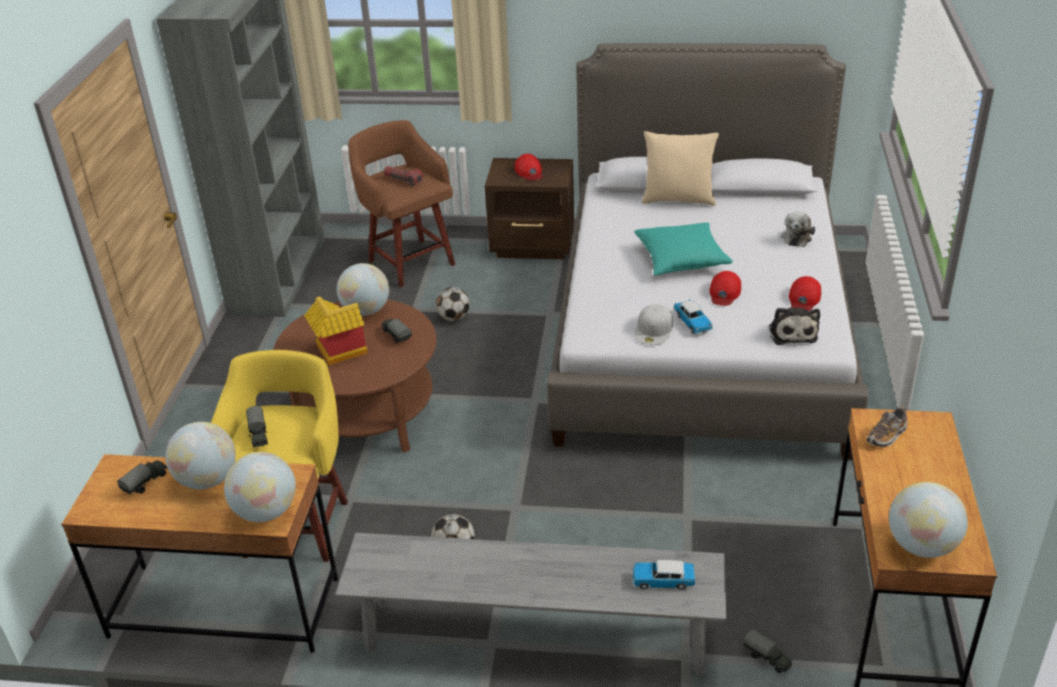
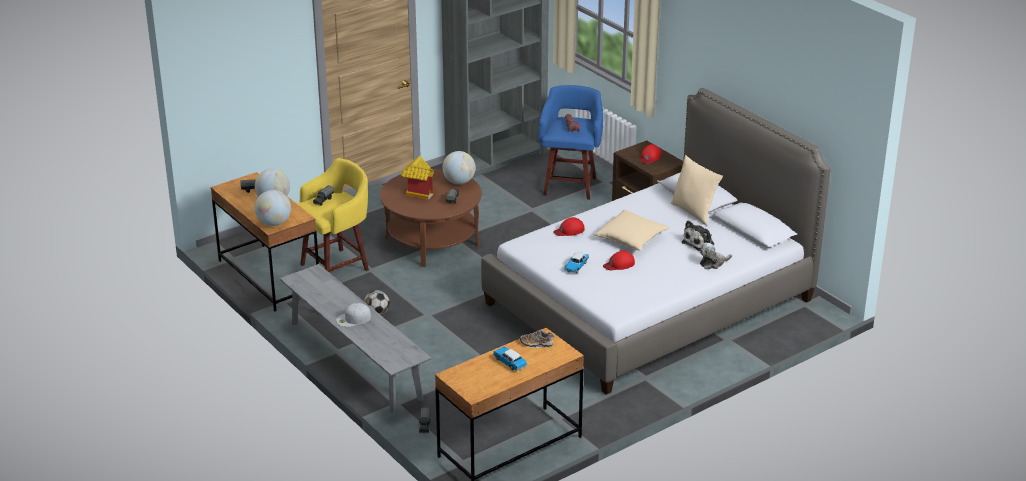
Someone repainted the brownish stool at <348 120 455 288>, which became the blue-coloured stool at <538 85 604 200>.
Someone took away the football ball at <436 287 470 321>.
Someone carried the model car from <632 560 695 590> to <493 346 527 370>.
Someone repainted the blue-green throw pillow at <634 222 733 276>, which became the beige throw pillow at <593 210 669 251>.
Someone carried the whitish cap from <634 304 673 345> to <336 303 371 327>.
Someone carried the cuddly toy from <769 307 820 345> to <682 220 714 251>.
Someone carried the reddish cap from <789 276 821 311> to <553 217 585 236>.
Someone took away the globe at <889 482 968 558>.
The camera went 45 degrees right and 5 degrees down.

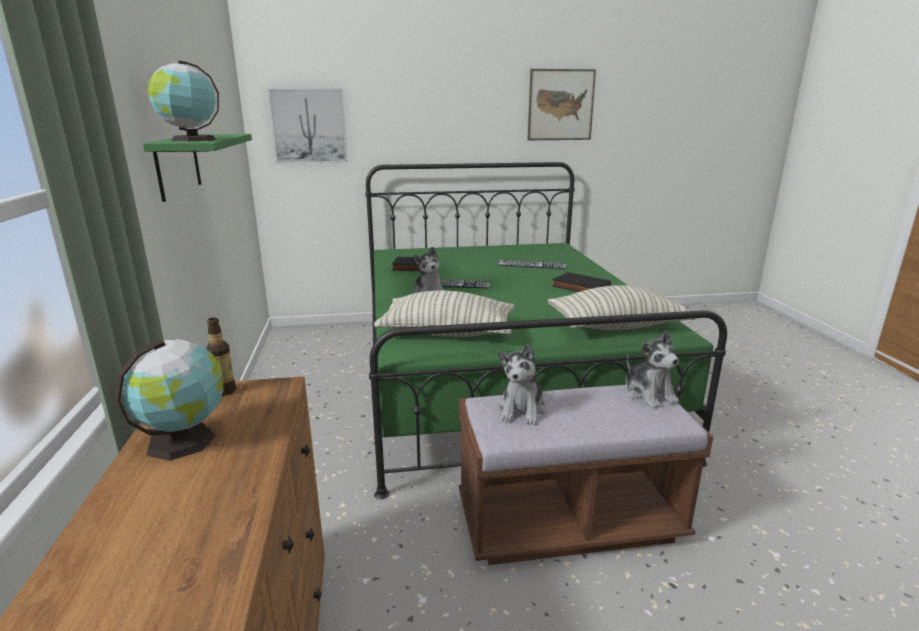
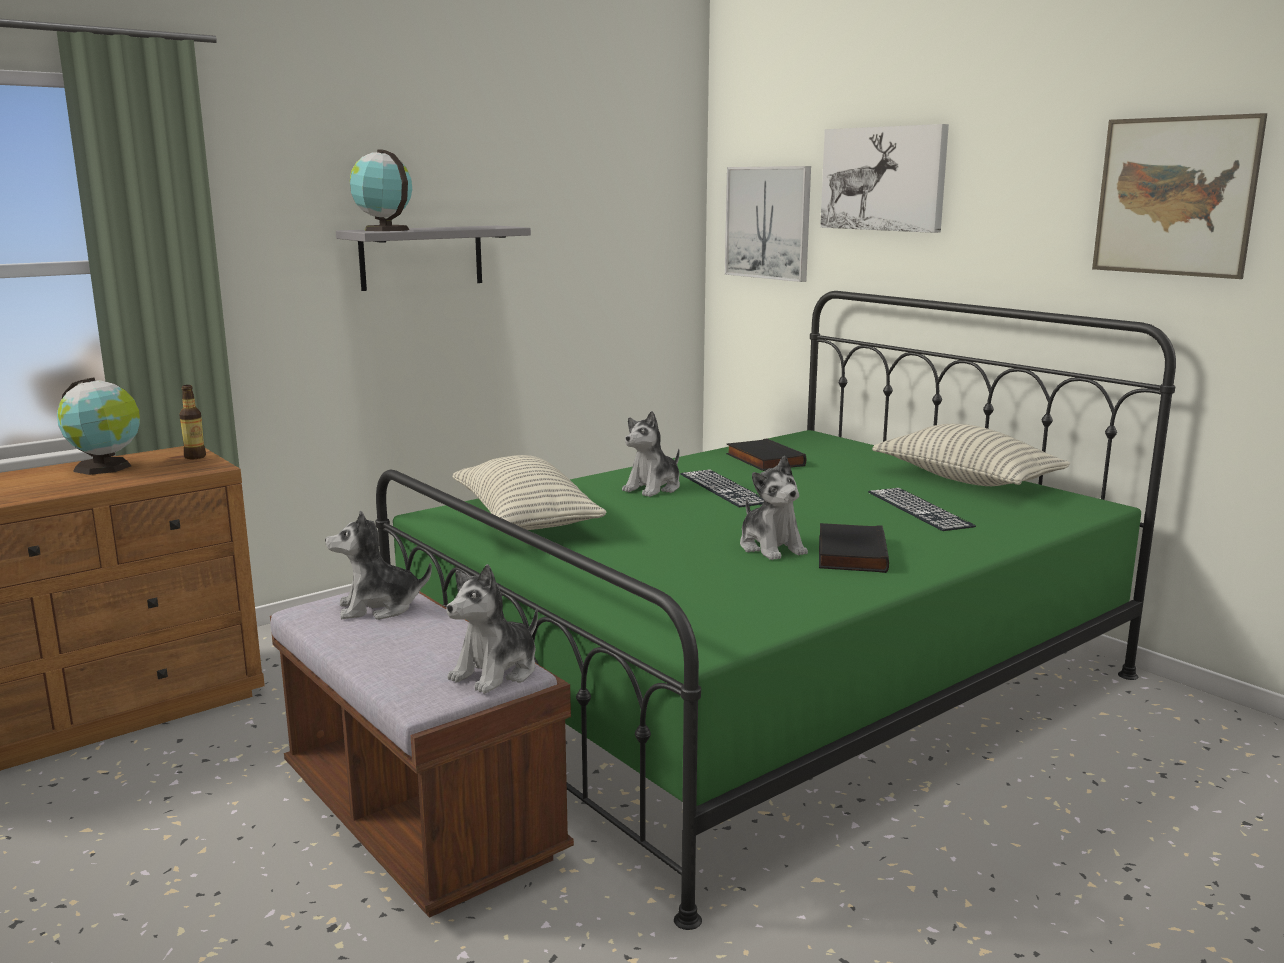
Someone repainted the green wall shelf at <143 134 252 202>, which became the grey wall shelf at <336 226 531 291>.
Someone carried the throw pillow from <548 285 696 330> to <872 424 1070 486>.
Someone put down the cuddly toy at <740 456 808 560>.
Someone put up the wall picture at <820 124 949 233>.
The camera went 60 degrees right and 5 degrees down.

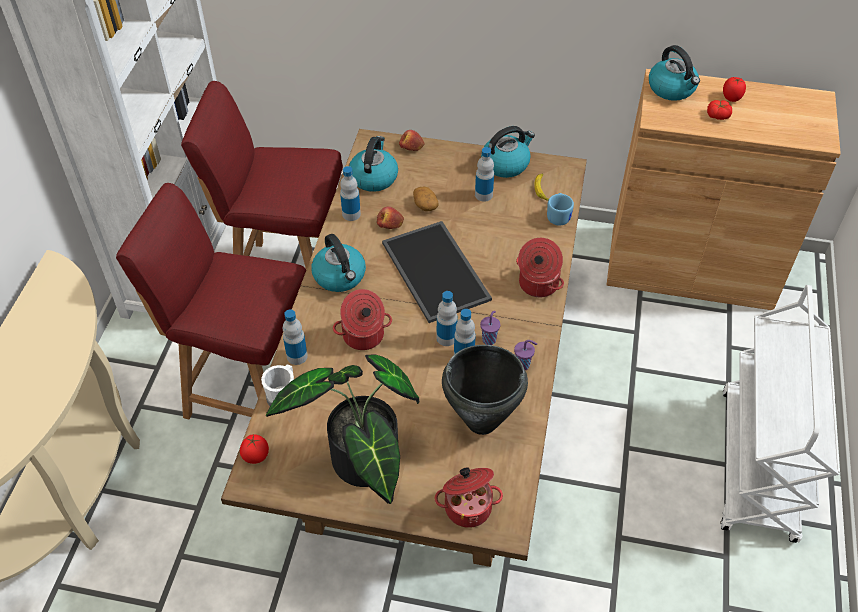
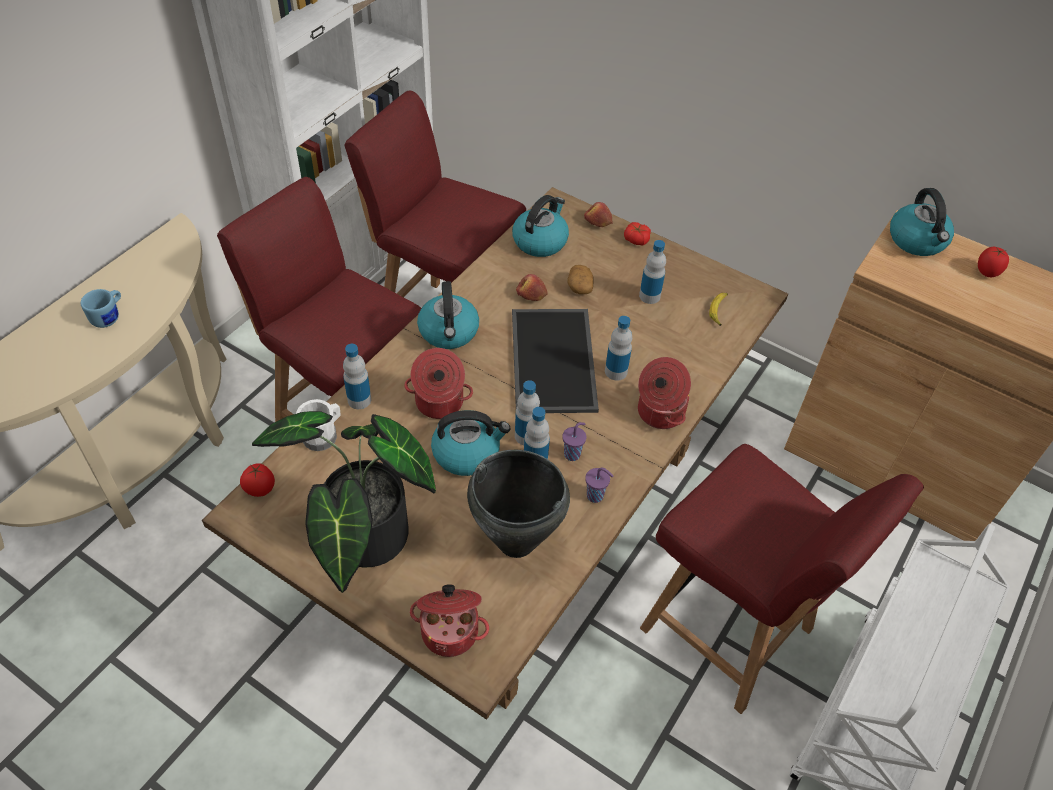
Someone carried the drink bottle from <340 166 361 221> to <605 316 632 381>.
Someone carried the water kettle from <481 126 535 178> to <431 410 510 476>.
Someone carried the blue-coloured coffee mug from <547 193 574 226> to <81 289 121 328>.
Someone carried the tomato from <707 100 732 120> to <624 222 651 245>.
Someone put down the reddish chair at <640 444 924 714>.
The camera went 20 degrees right and 0 degrees up.

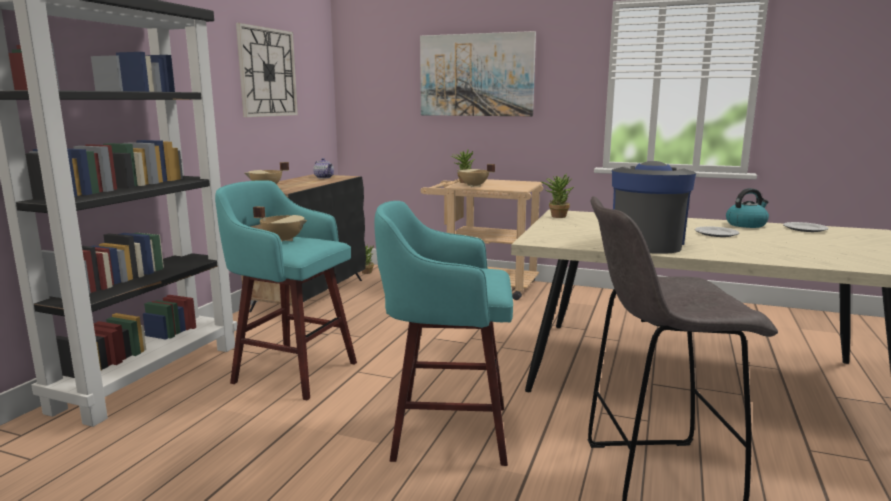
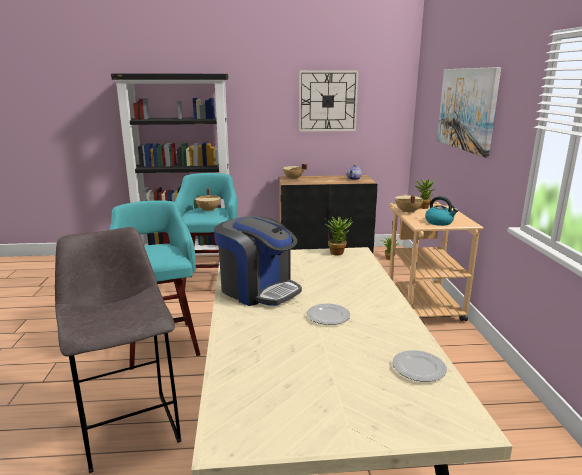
Someone rotated the coffee maker at <612 161 696 254> by 45 degrees clockwise.
Someone carried the water kettle from <726 188 769 228> to <425 196 459 226>.
The camera went 65 degrees right and 5 degrees up.

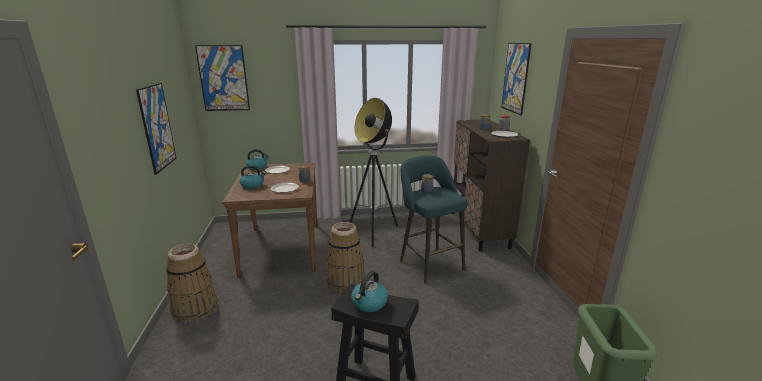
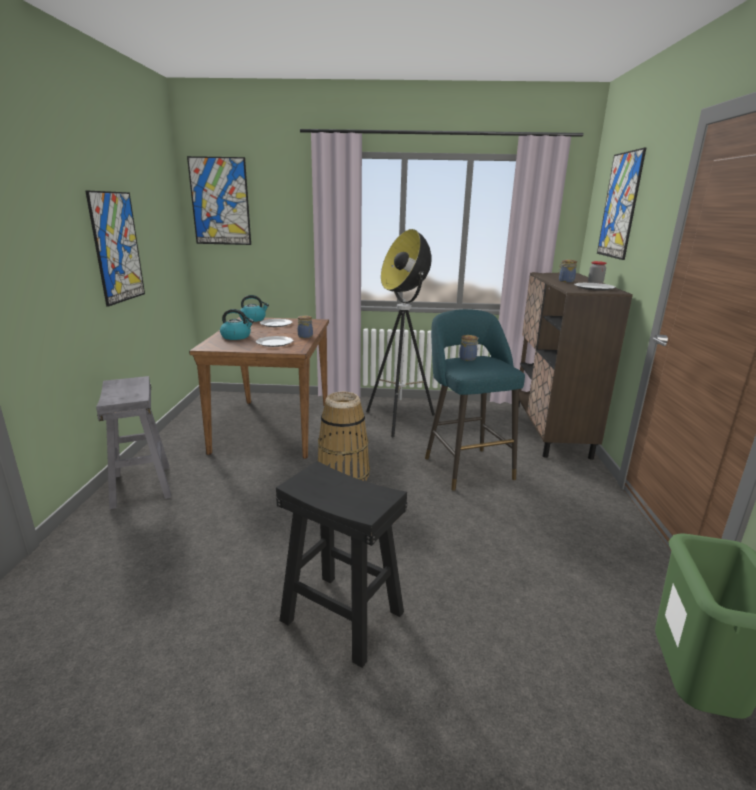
Someone swapped the storage basket at <166 244 218 323> for the grey stool at <96 376 171 509>.
Someone took away the water kettle at <351 271 388 312>.
The camera went 10 degrees right and 0 degrees up.

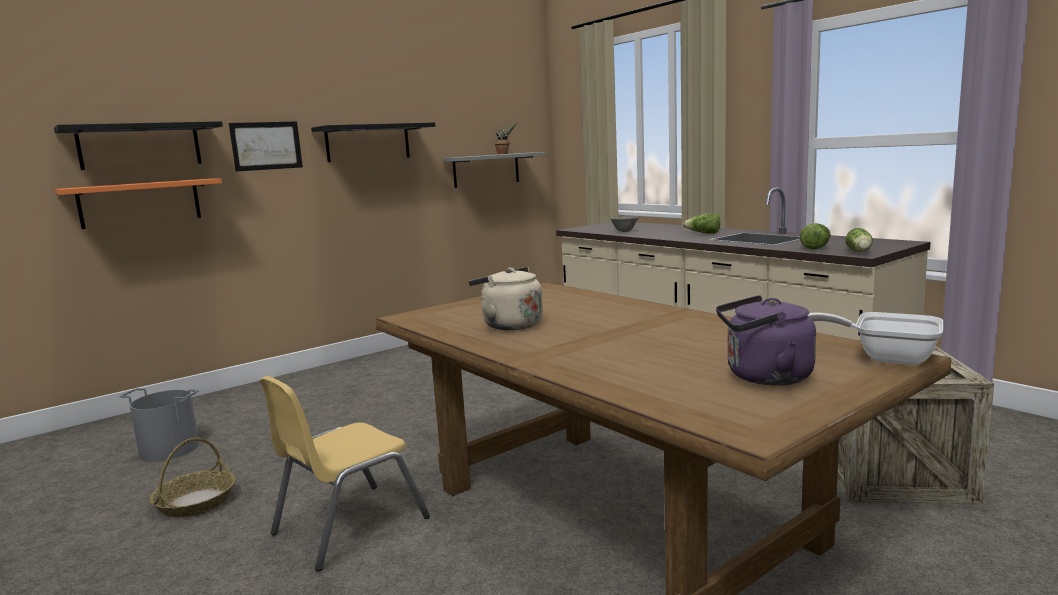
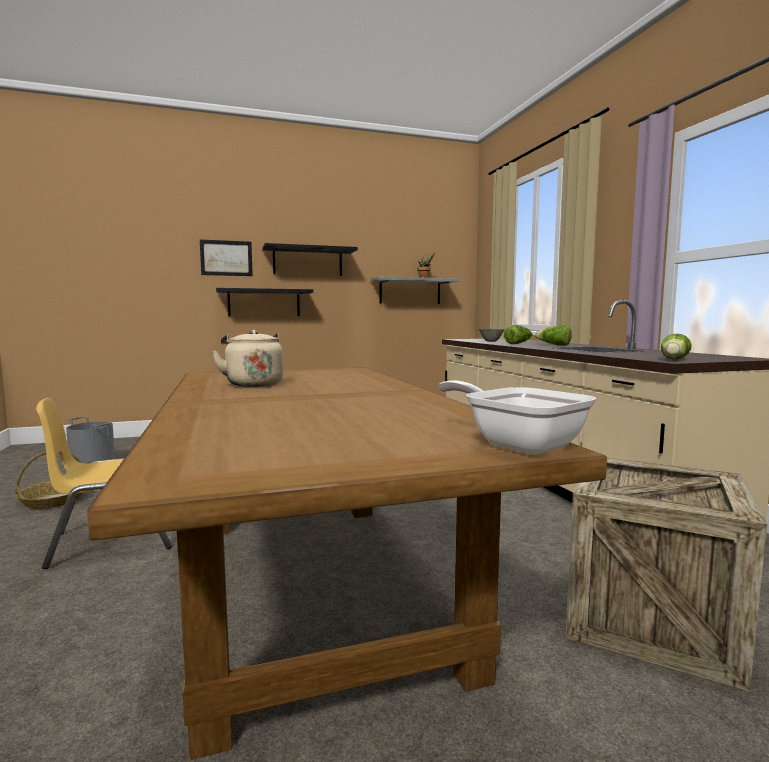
Someone carried the blackish wall shelf from <54 121 223 170> to <216 288 313 316>.
Someone took away the orange-coloured wall shelf at <55 178 222 229>.
Someone took away the purple water kettle at <716 295 816 386>.
Someone carried the lettuce head from <800 223 831 249> to <504 325 533 344>.
The camera went 20 degrees right and 5 degrees down.

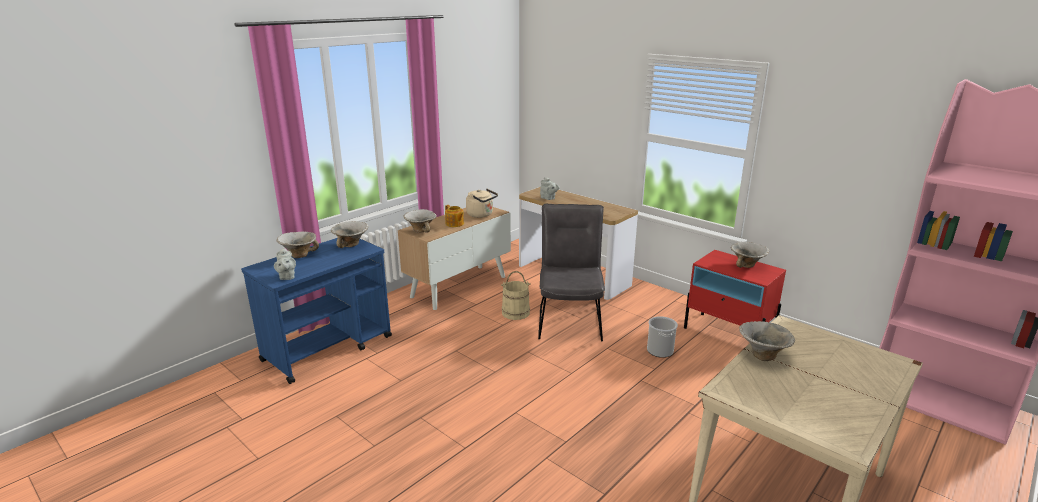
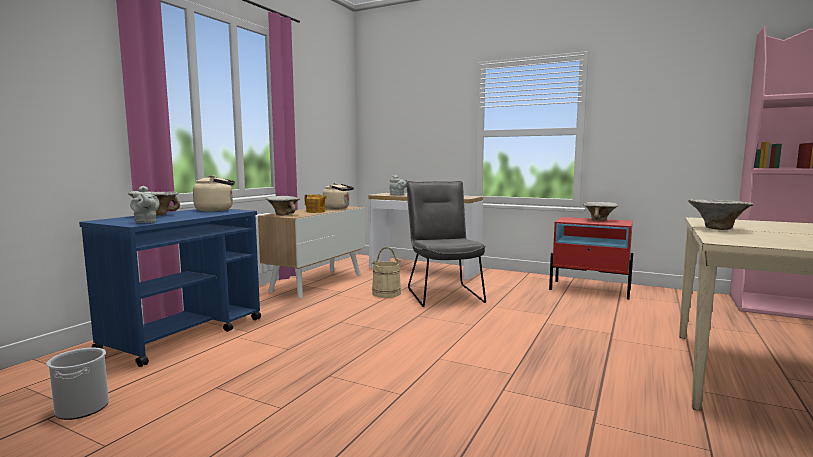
Someone swapped the deep dish at <331 221 369 248> for the beige water kettle at <193 175 235 212>.
Someone carried the pail from <647 316 678 358> to <47 348 109 420>.
The camera went 15 degrees left and 15 degrees down.

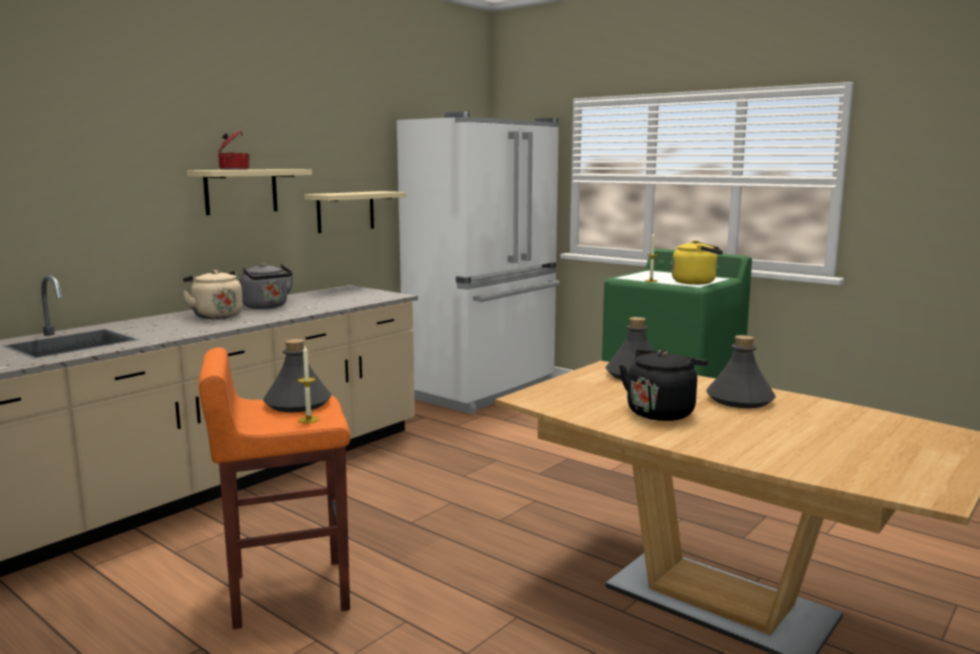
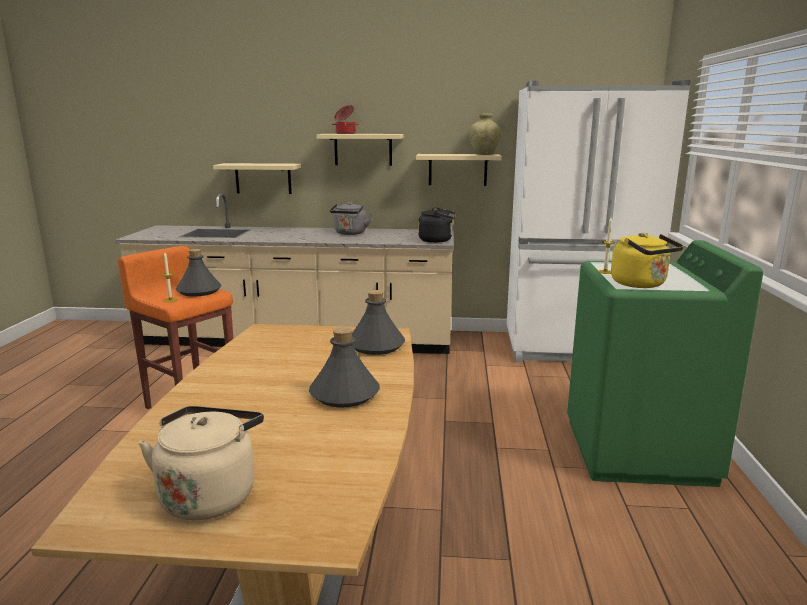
Someone carried the beige water kettle from <182 270 243 319> to <138 406 264 520>.
Someone carried the blackish water kettle from <619 349 708 421> to <418 207 455 243>.
Someone put up the beige wall shelf at <213 163 301 194>.
Someone put down the beige flower vase at <469 113 501 155>.
The camera went 55 degrees right and 5 degrees up.

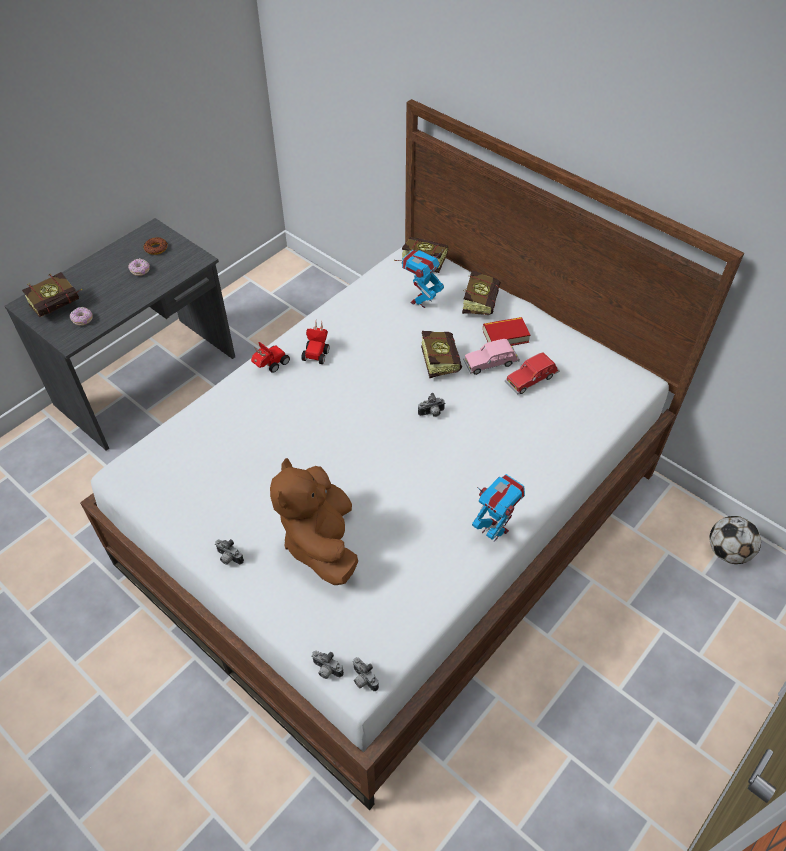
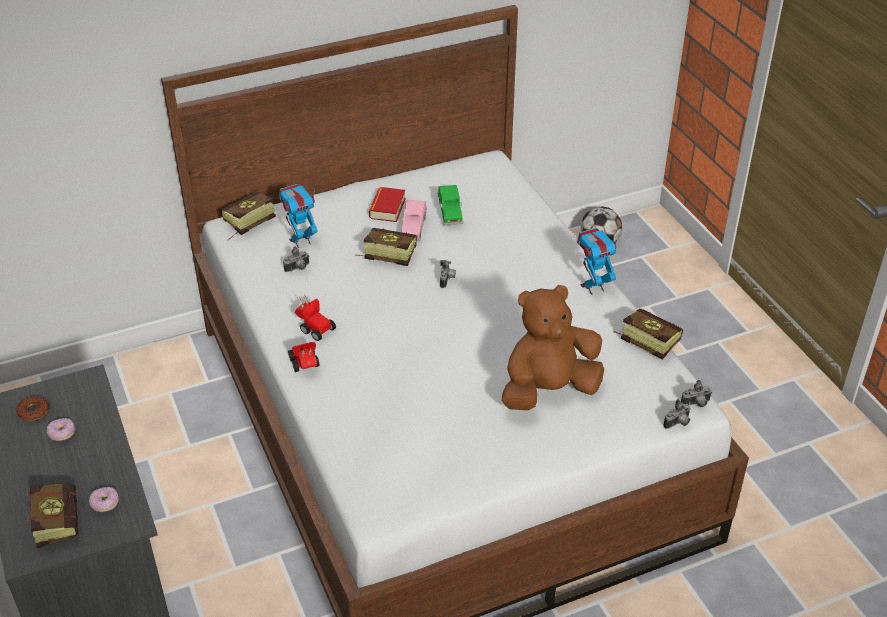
Someone carried the still camera from <215 539 244 565> to <283 246 309 272>.
Someone rotated the brownish cuddly toy at <270 458 358 585> by 135 degrees clockwise.
Someone rotated the robot figure at <402 250 444 308> by 90 degrees clockwise.
Someone carried the volume from <462 270 501 315> to <613 309 683 360>.
Someone repainted the reddish model car at <505 353 560 395>, which became the green model car at <437 185 463 225>.
The camera went 65 degrees left and 10 degrees down.

